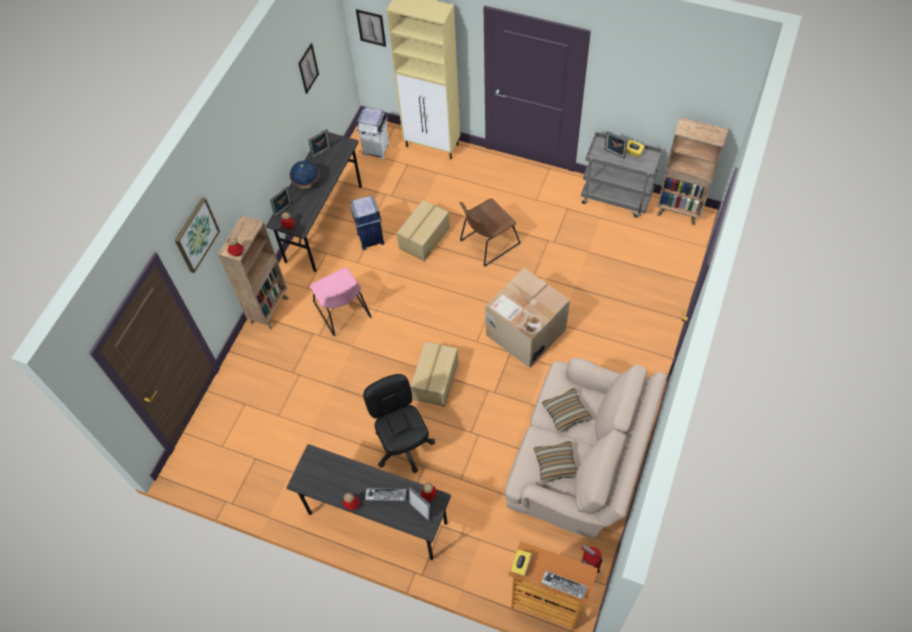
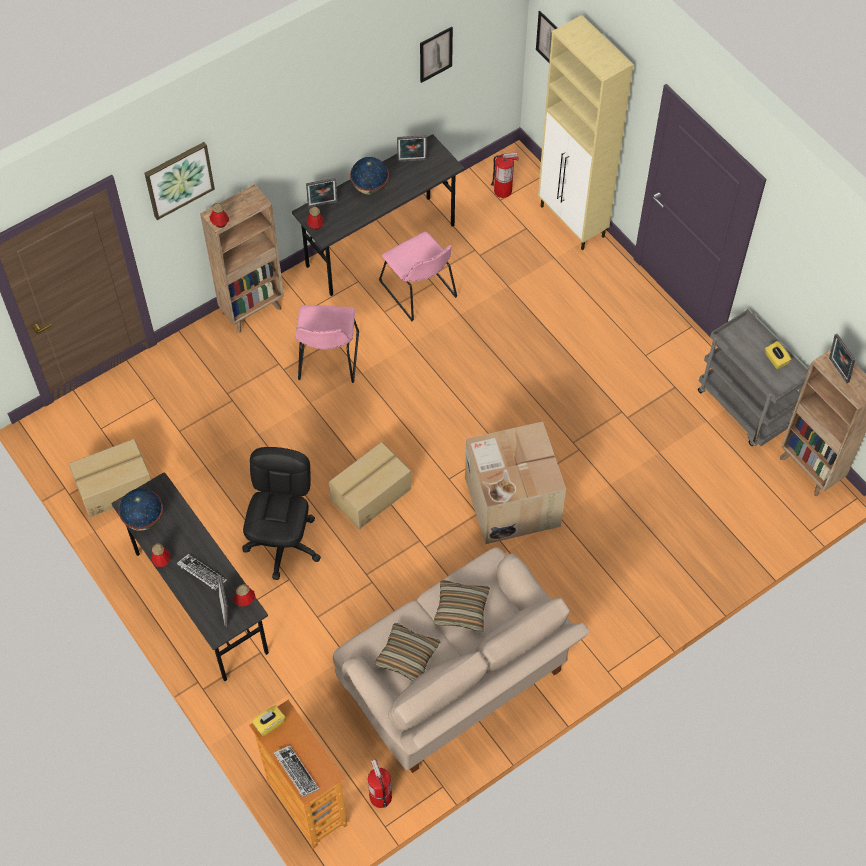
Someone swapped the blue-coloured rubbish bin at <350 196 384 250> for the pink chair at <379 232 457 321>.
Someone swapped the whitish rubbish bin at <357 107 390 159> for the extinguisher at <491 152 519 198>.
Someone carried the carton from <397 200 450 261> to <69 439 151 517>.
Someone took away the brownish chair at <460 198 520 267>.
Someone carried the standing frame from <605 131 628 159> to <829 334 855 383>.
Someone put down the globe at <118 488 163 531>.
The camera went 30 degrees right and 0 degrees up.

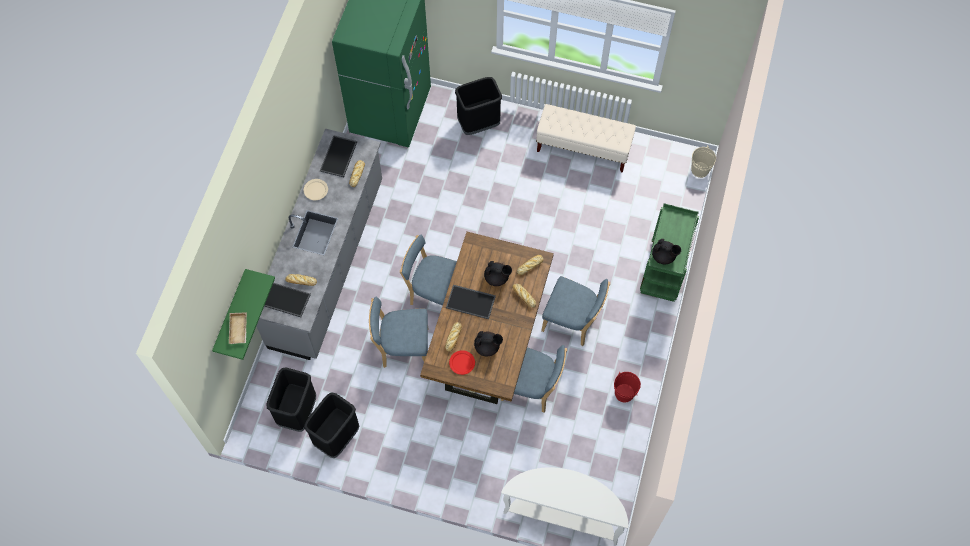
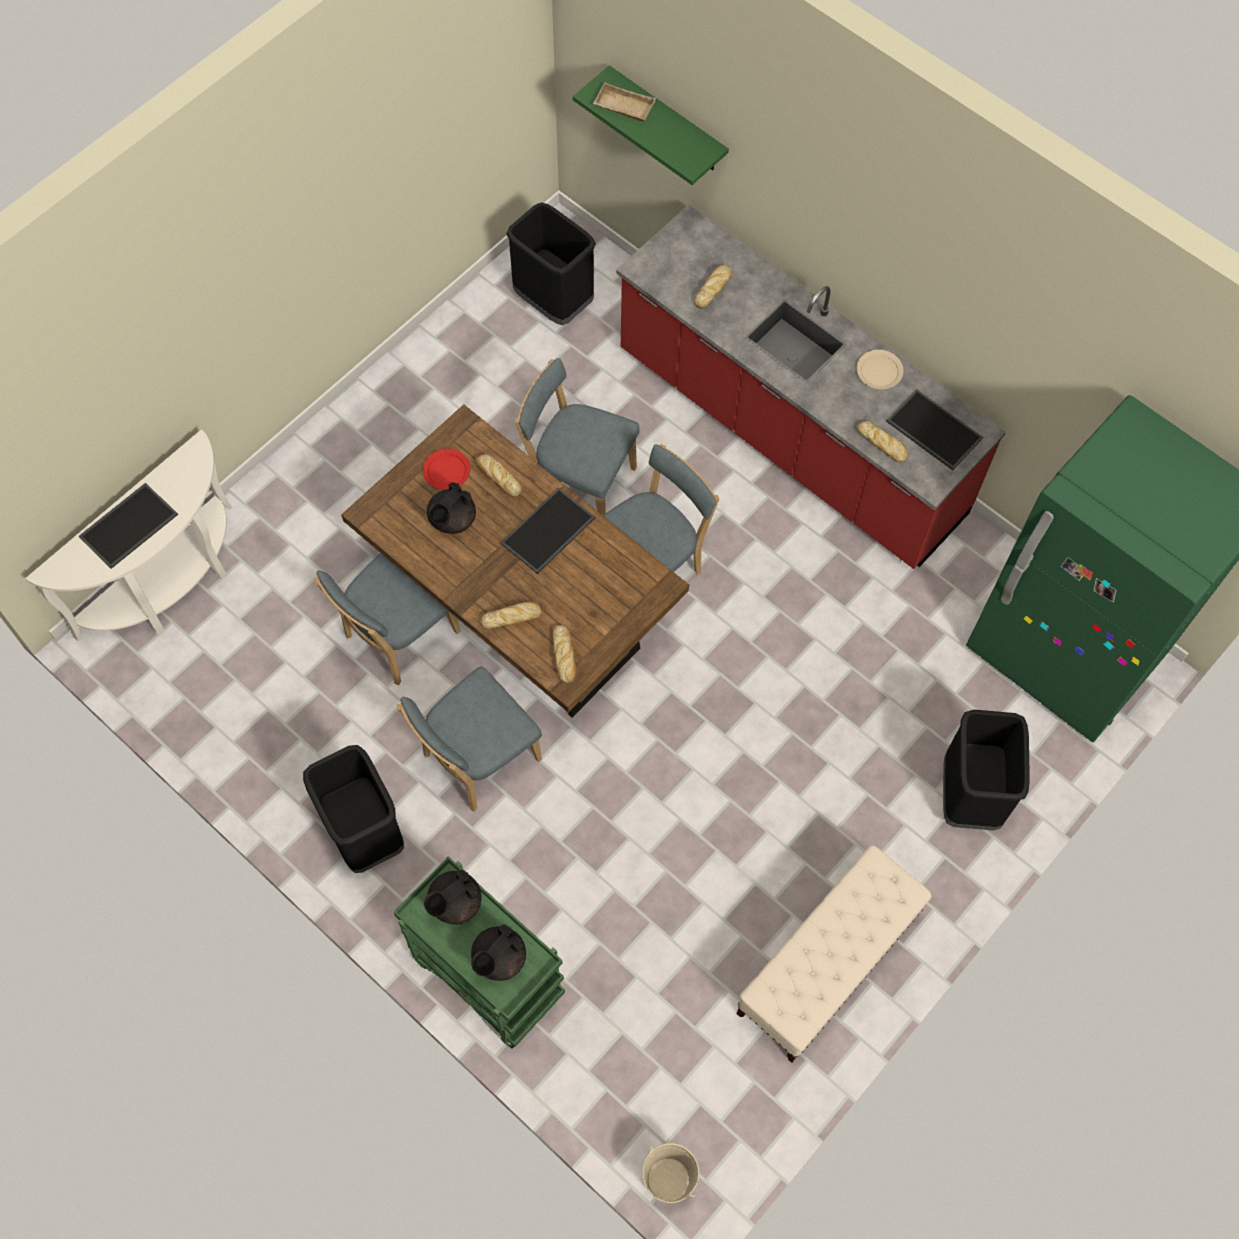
Someone repainted the grey counter at <257 129 382 360>, which became the reddish counter at <616 204 1006 569>.
Someone carried the serving tray from <264 283 311 317> to <79 483 178 569>.
Someone carried the blackish rubbish bin from <304 392 359 458> to <303 745 404 873>.
Someone rotated the blue-coloured chair at <369 297 428 368> by 90 degrees counterclockwise.
Someone carried the blackish teapot from <484 261 512 286> to <471 925 526 981>.
Someone took away the reddish pail at <614 372 641 402>.
The camera went 115 degrees right and 0 degrees up.

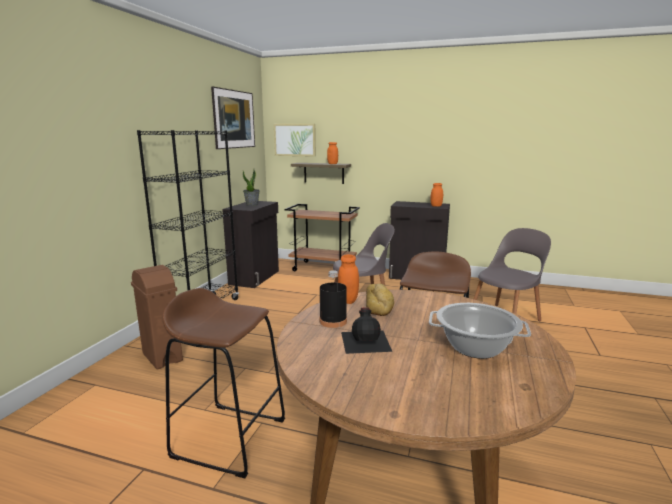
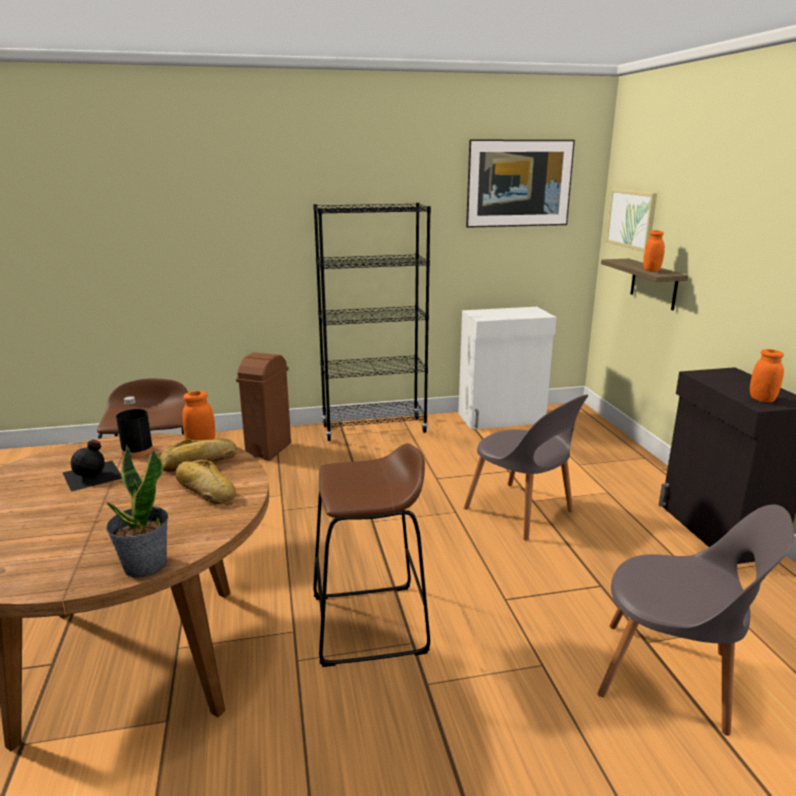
Someone repainted the blackish cabinet at <222 201 279 288>, which became the whitish cabinet at <458 307 557 430>.
Someone carried the potted plant from <243 170 260 206> to <106 444 168 578>.
Someone took away the brownish wheeled cart at <285 204 360 271>.
Someone took away the stockpot at <429 303 531 359>.
Someone put down the bakery bread at <175 460 236 504>.
The camera went 60 degrees right and 5 degrees up.

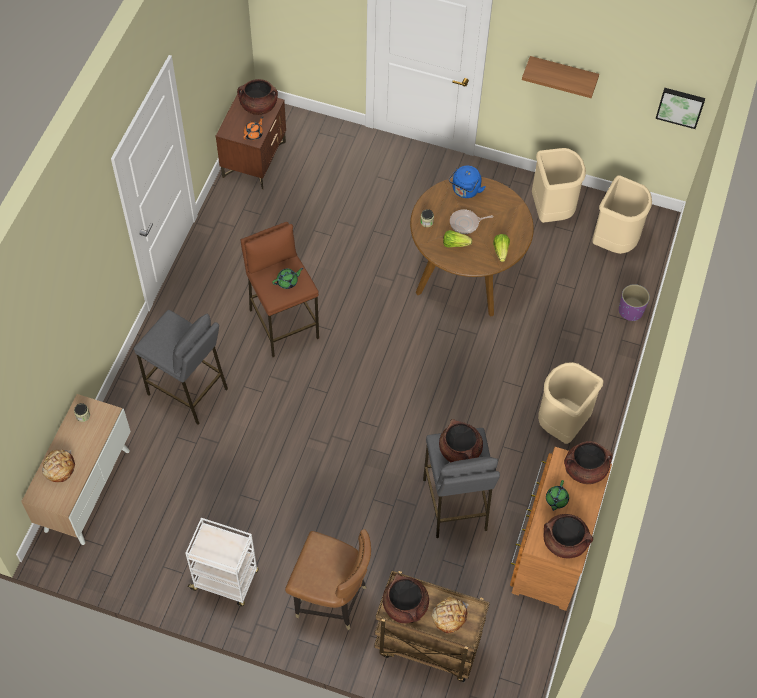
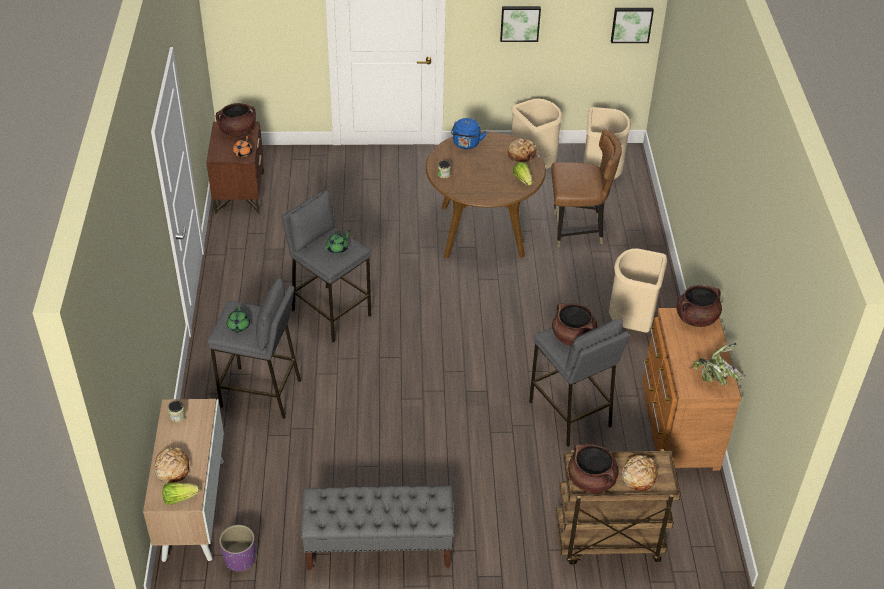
Someone swapped the whitish wheeled cart at <185 518 259 606> for the grey long seat at <301 486 454 570>.
Someone repainted the brownish stool at <241 222 319 357>, which became the grey stool at <282 190 371 343>.
Someone carried the brownish chair from <285 529 371 630> to <551 129 622 247>.
Someone carried the lettuce head from <443 230 472 248> to <162 483 199 505>.
Someone took away the pan at <450 209 493 234>.
Someone swapped the wall shelf at <522 56 599 98> for the wall picture at <500 6 541 42>.
Someone swapped the brownish stockpot at <544 514 593 558> for the potted plant at <690 343 744 386>.
Someone carried the green teapot from <546 480 569 511> to <227 306 250 333>.
Someone carried the purple plant pot from <619 284 650 321> to <219 525 256 571>.
Someone put down the bakery bread at <508 138 540 162>.
The camera went 20 degrees left and 15 degrees down.

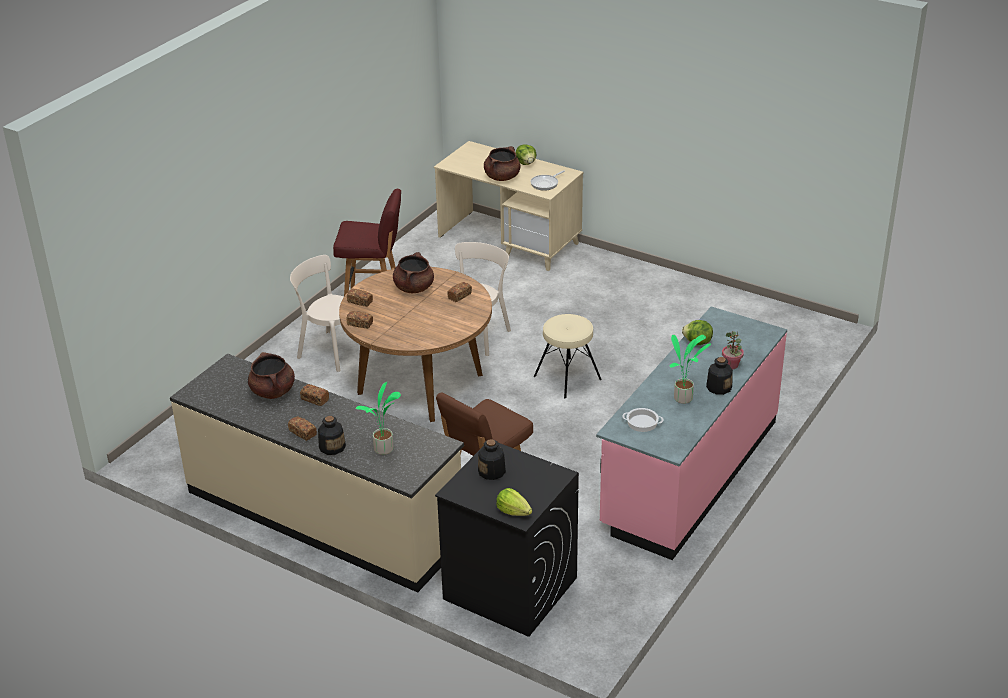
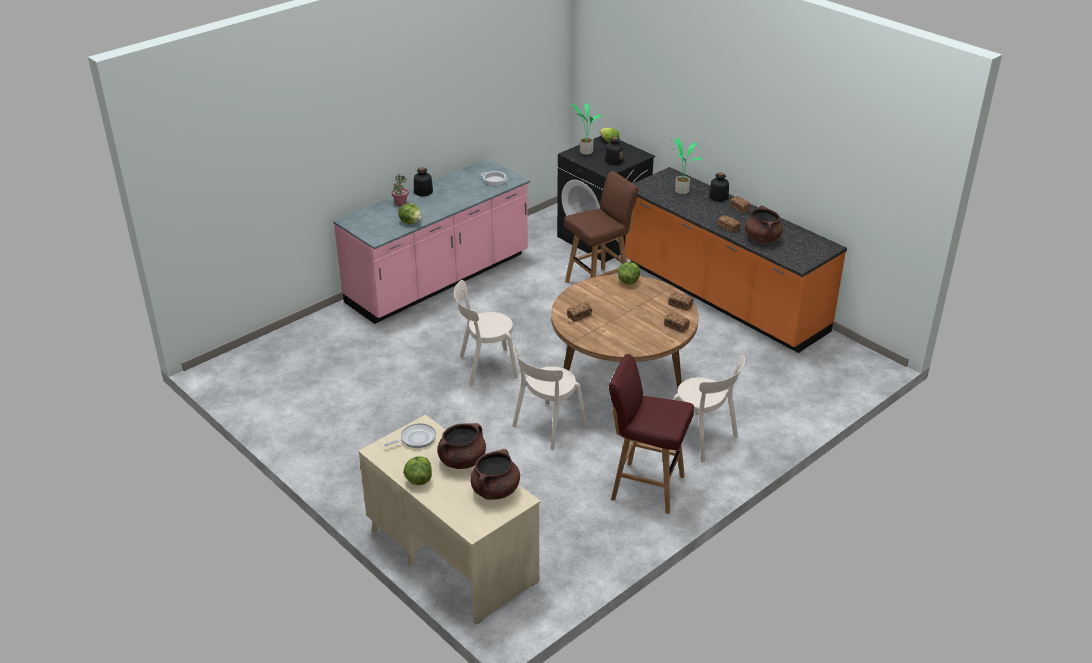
Someone repainted the beige counter at <170 354 464 593>, which became the orange-coloured counter at <625 167 847 353>.
Someone carried the brownish stockpot from <393 252 434 293> to <470 449 520 500>.
Someone swapped the beige stool at <534 314 602 398> for the beige chair at <454 280 518 386>.
Someone carried the potted plant from <670 335 711 404> to <572 104 602 155>.
Someone put down the lettuce head at <617 262 640 284>.
The camera went 165 degrees left and 0 degrees up.

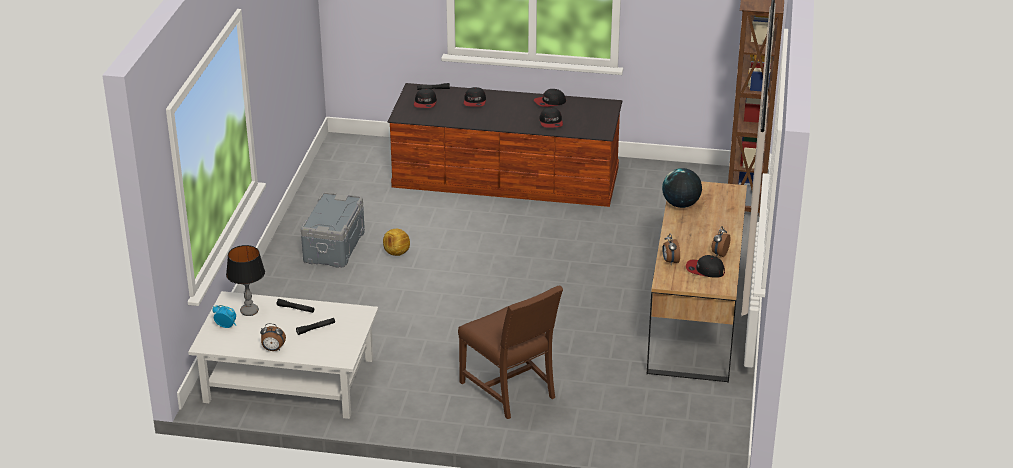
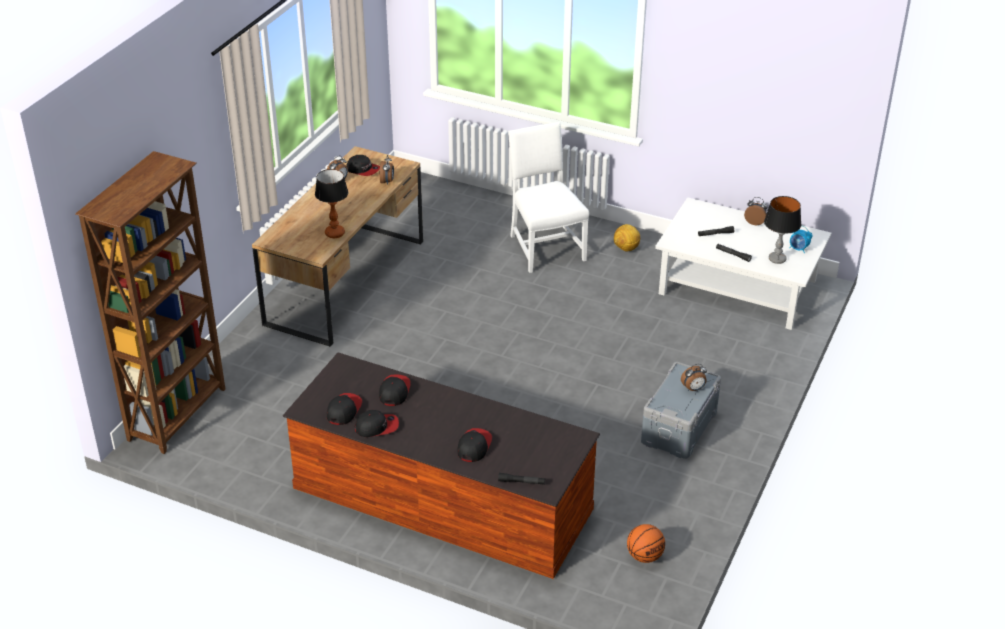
Someone carried the football ball from <383 229 410 256> to <614 224 640 252>.
Someone carried the cap from <414 89 437 108> to <327 393 362 425>.
Someone repainted the brownish chair at <458 285 563 419>, which became the whitish chair at <508 121 589 273>.
Someone swapped the globe at <662 168 702 208> for the lamp for a table at <315 169 348 238>.
Someone put down the ball for basketball at <627 524 665 563>.
Someone put down the bedside clock at <681 364 707 391>.
The camera went 165 degrees left and 5 degrees up.

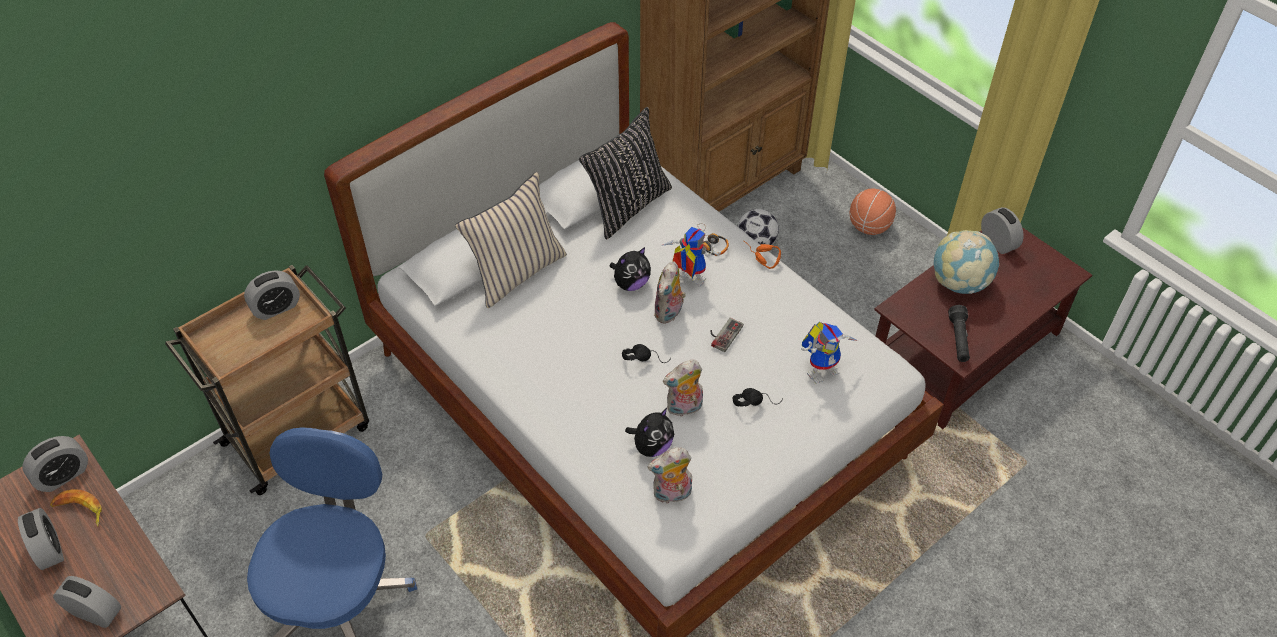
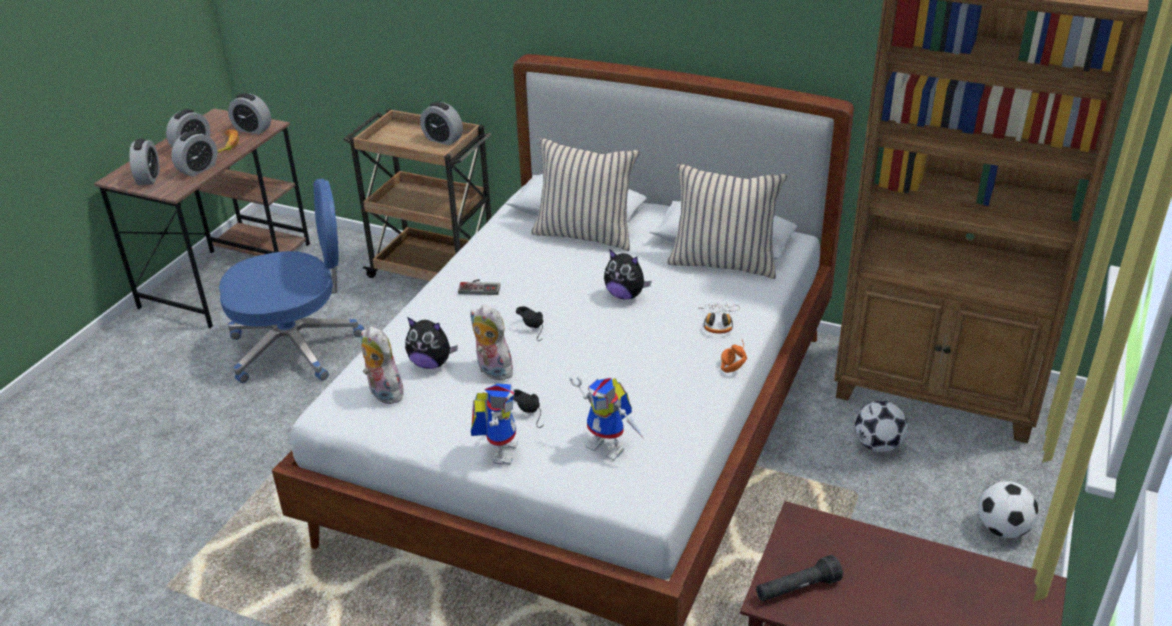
Someone repainted the blackish throw pillow at <579 107 672 240>, which became the beige throw pillow at <667 164 787 279>.
Someone took away the cuddly toy at <654 261 688 324>.
Someone carried the robot figure from <661 227 721 287> to <471 383 518 465>.
Someone carried the gamepad from <711 318 743 352> to <458 279 500 295>.
Someone swapped the ball for basketball at <849 189 896 235> for the football ball at <978 481 1038 538>.
Someone took away the globe at <934 230 999 294>.
Someone carried the bedside clock from <981 207 1024 254> to <171 130 218 177>.
The camera went 65 degrees right and 15 degrees down.

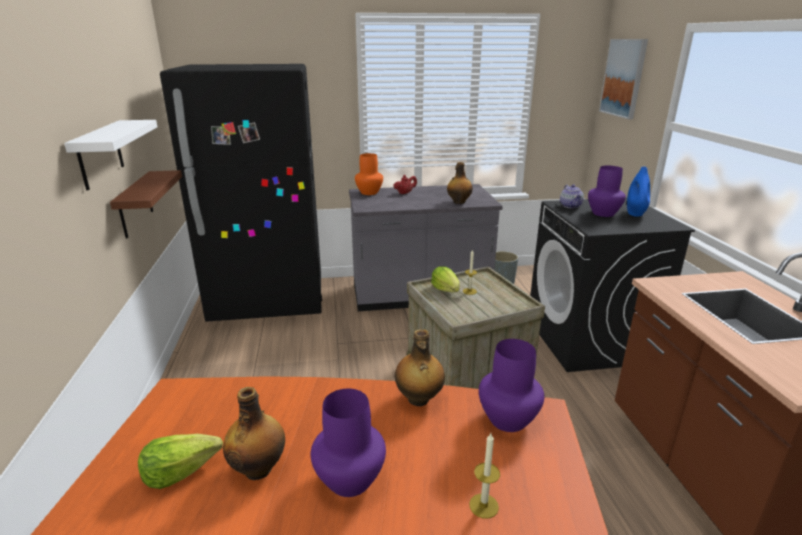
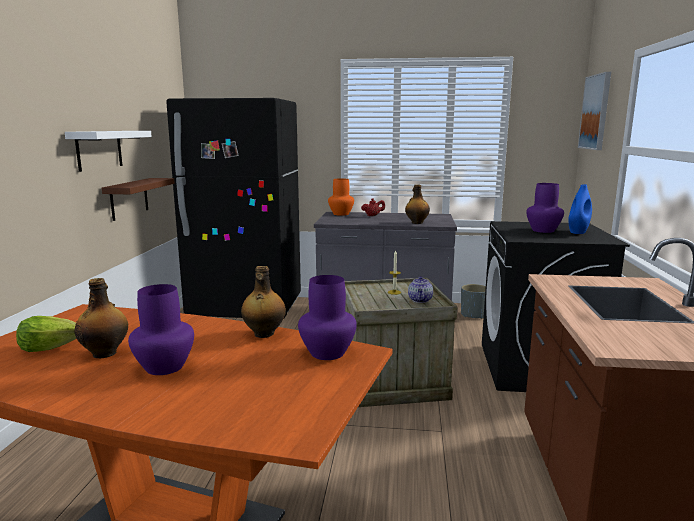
Someone took away the lettuce head at <431 266 460 292>.
Someone took away the candle at <469 433 500 519>.
Someone carried the teapot from <560 184 584 208> to <408 276 433 303>.
The camera went 15 degrees right and 10 degrees down.

